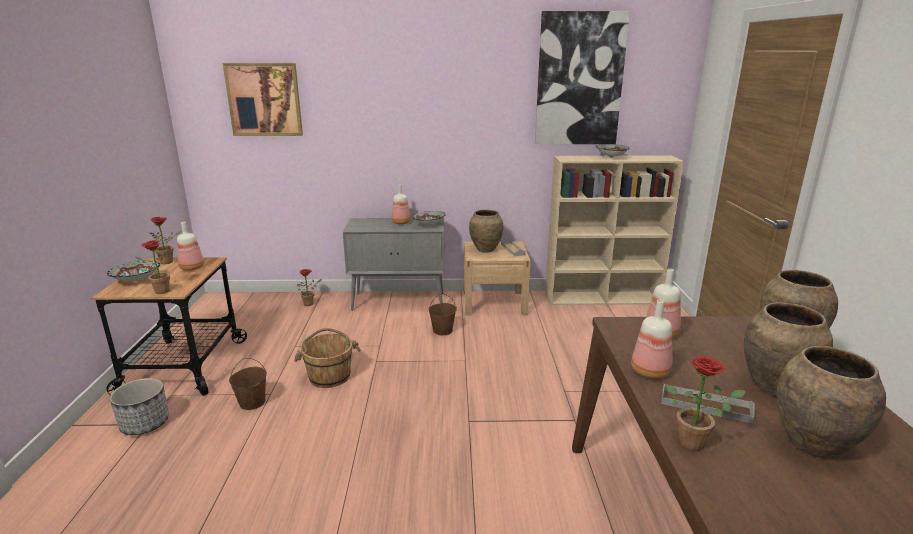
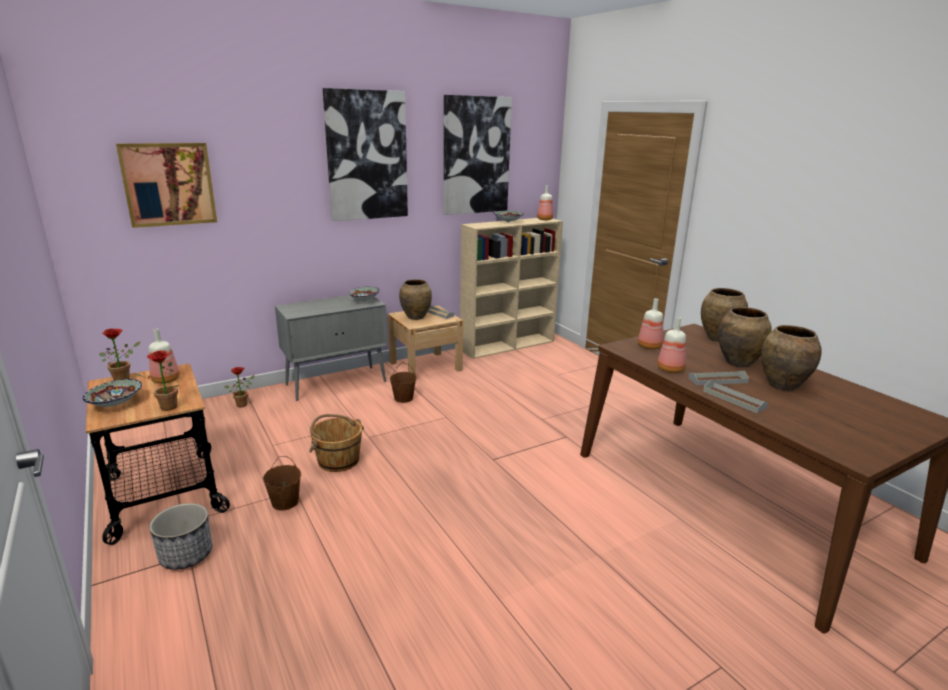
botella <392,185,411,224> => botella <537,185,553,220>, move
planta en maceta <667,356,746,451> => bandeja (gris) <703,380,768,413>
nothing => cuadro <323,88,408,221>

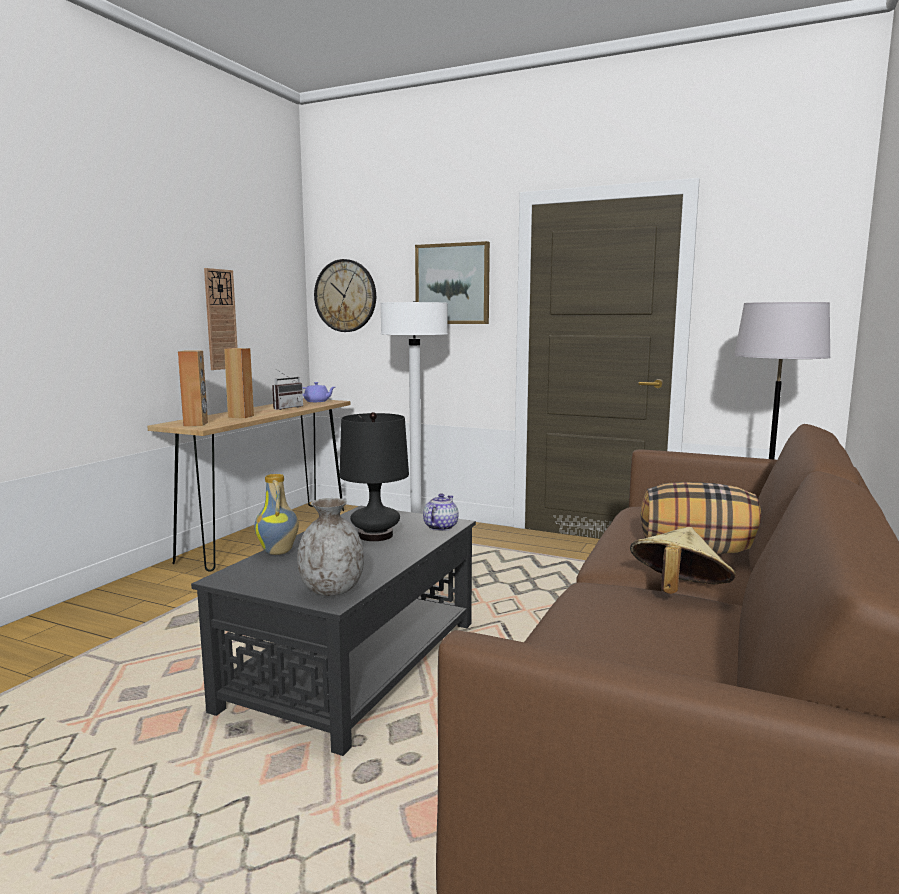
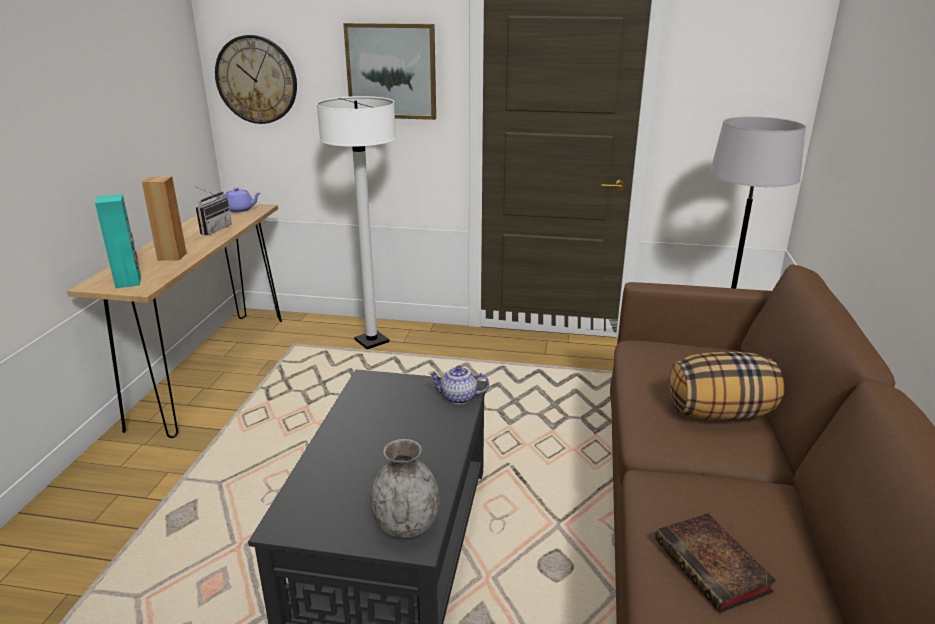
altavoz (marrón) <178,350,208,426> => altavoz (turquesa) <95,194,141,288>
reloj de pared <204,268,238,370> => nothing
florero <254,474,299,555> => nothing
lámpara de mesa (negro) <339,412,409,541> => nothing
tetera <423,493,459,531> => tetera <428,366,489,404>, 90 degrees counterclockwise
sombrero (beis) <630,527,736,594> => nothing
nothing => libro <655,513,777,613>

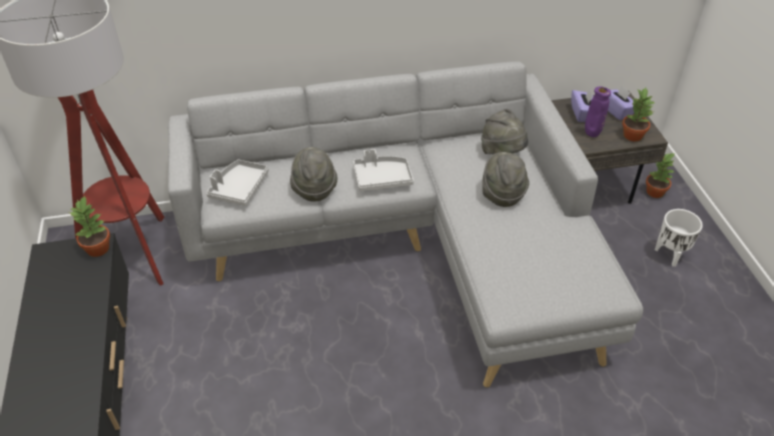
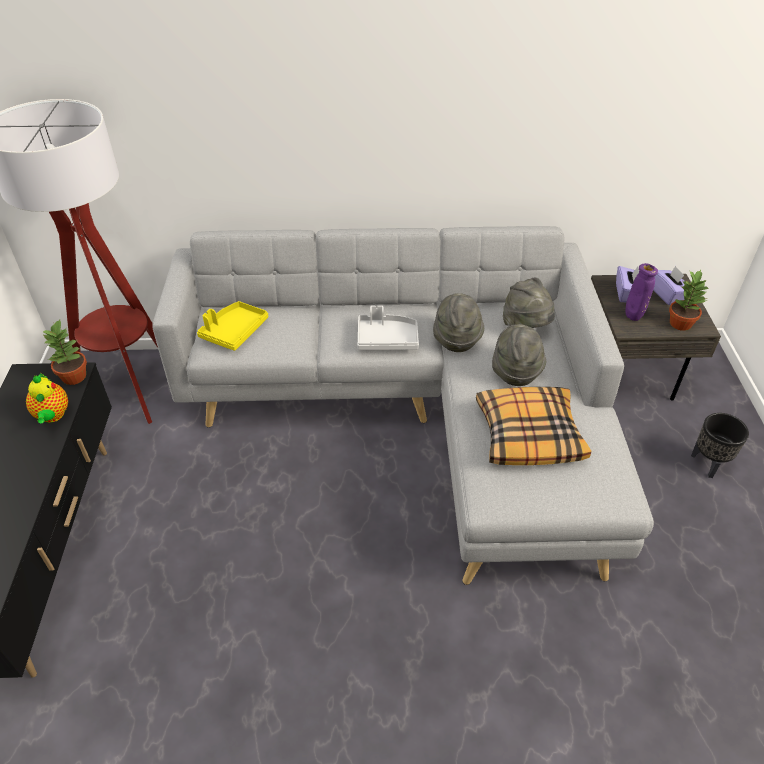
bandeja (gris) <206,160,269,206> => bandeja (amarillo) <197,301,268,351>
sombrero (gris) <290,147,337,202> => sombrero (gris) <433,293,484,352>, move
planta en maceta <646,153,675,198> => nothing
maceta (blanco) <655,209,703,266> => maceta (negro) <691,413,749,478>
nothing => tetera <26,373,68,423>
nothing => cojín <476,387,591,465>

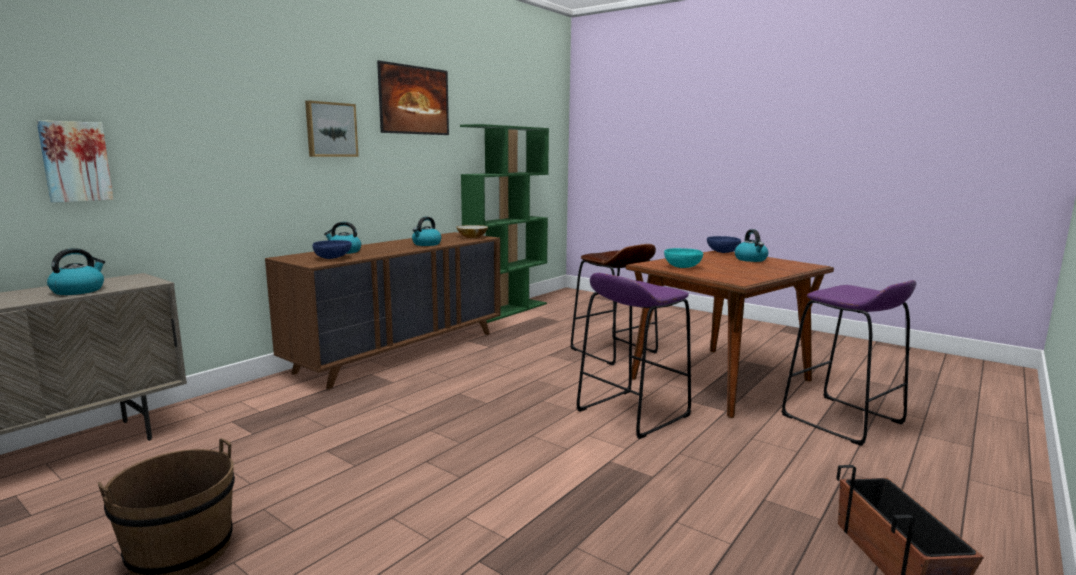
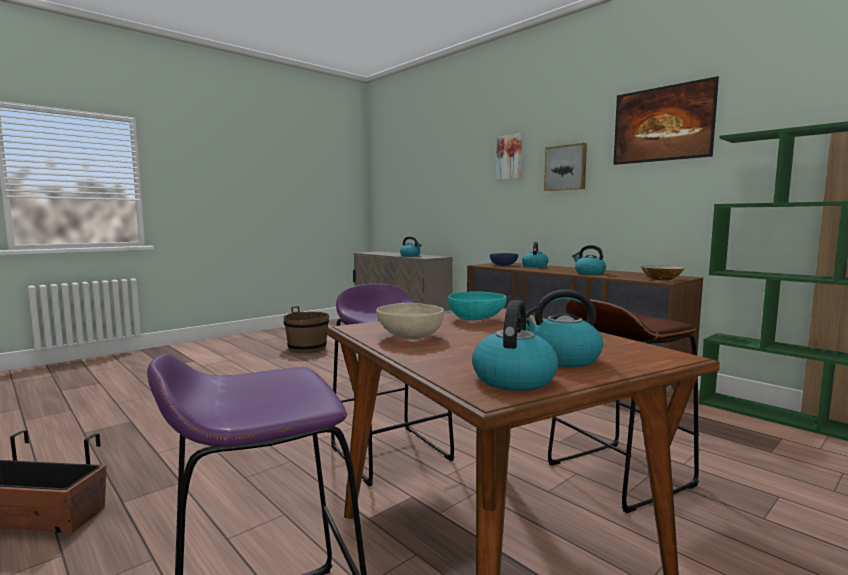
cuadro <37,120,113,203> => cuadro <496,134,522,181>, move
cuenco (azul) <707,236,741,253> => nothing
nothing => cuenco (beis) <376,303,444,339>
nothing => hervidor <472,300,558,391>

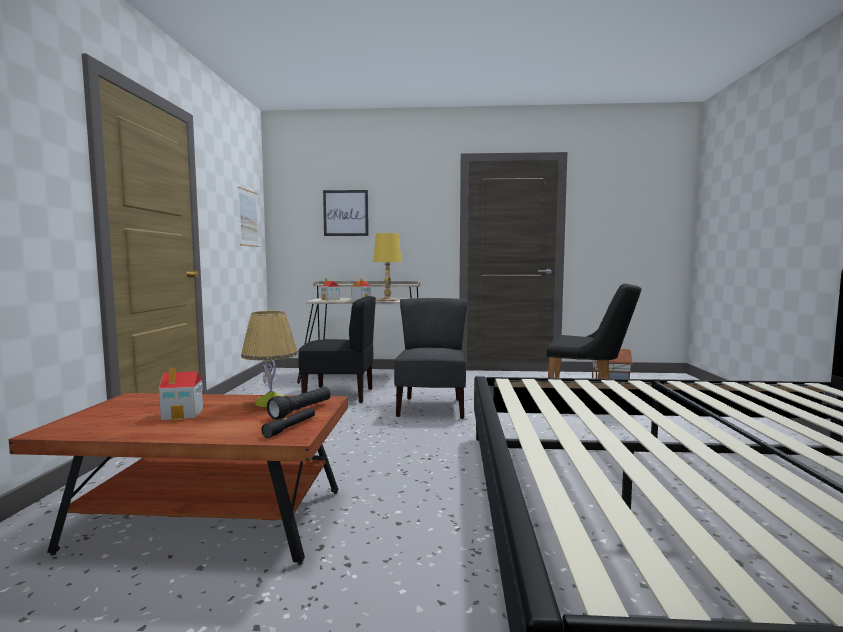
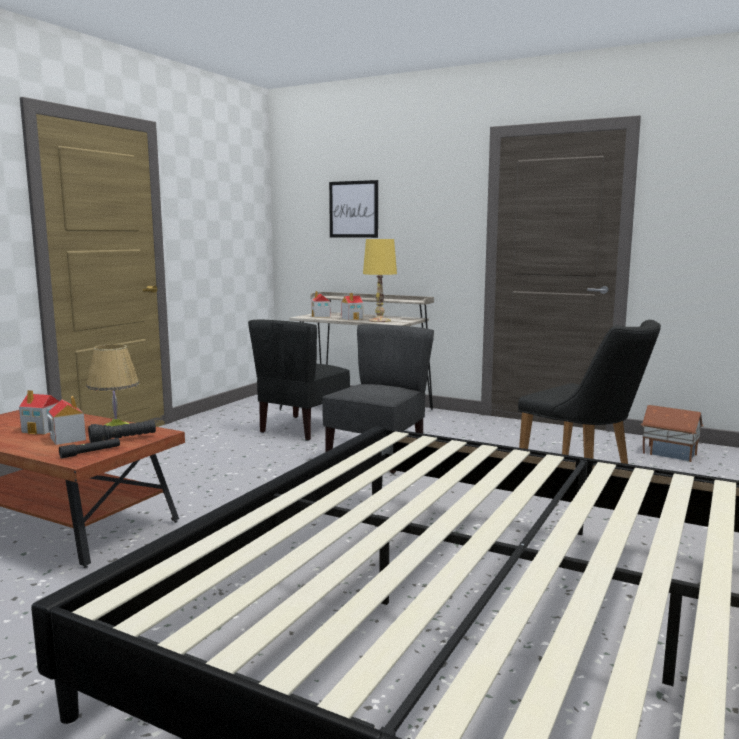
cuadro <238,187,259,247> => nothing
silla (negro) <298,296,376,403> => silla (negro) <248,320,350,441>, 90 degrees clockwise
nothing => casita <47,396,86,445>

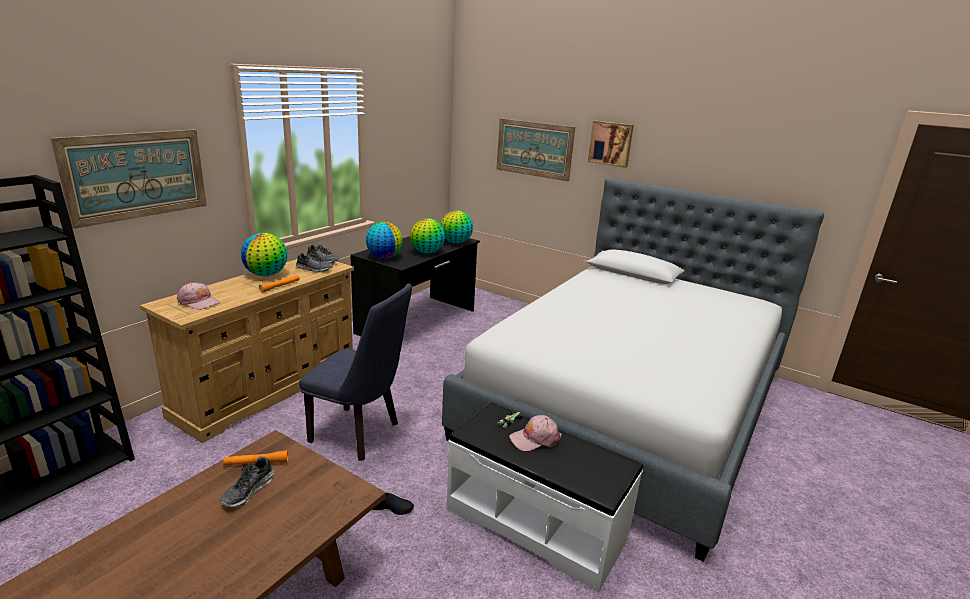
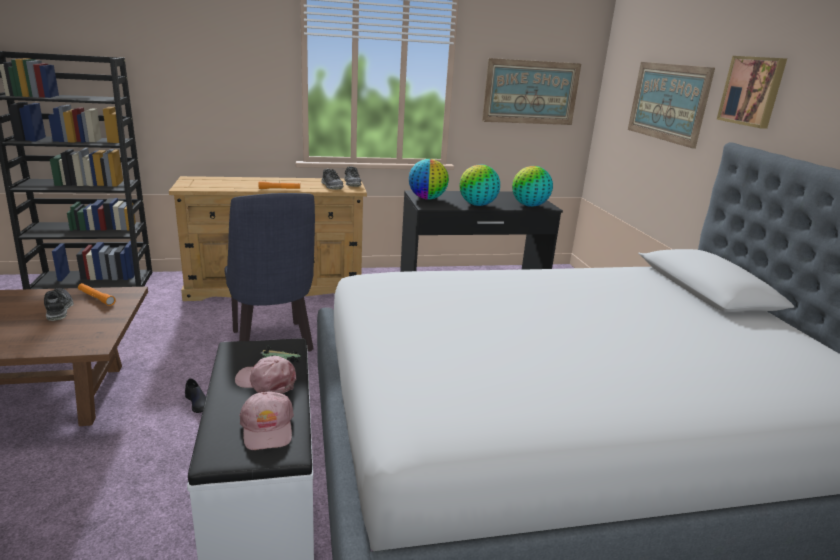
cuadro <51,129,207,229> => cuadro <482,58,581,125>, move
gorra (rosa) <177,282,220,310> => gorra (rosa) <239,391,294,450>, move
zapato <220,456,274,508> => zapato <44,288,74,321>, 90 degrees clockwise
globo terráqueo <241,233,288,276> => nothing

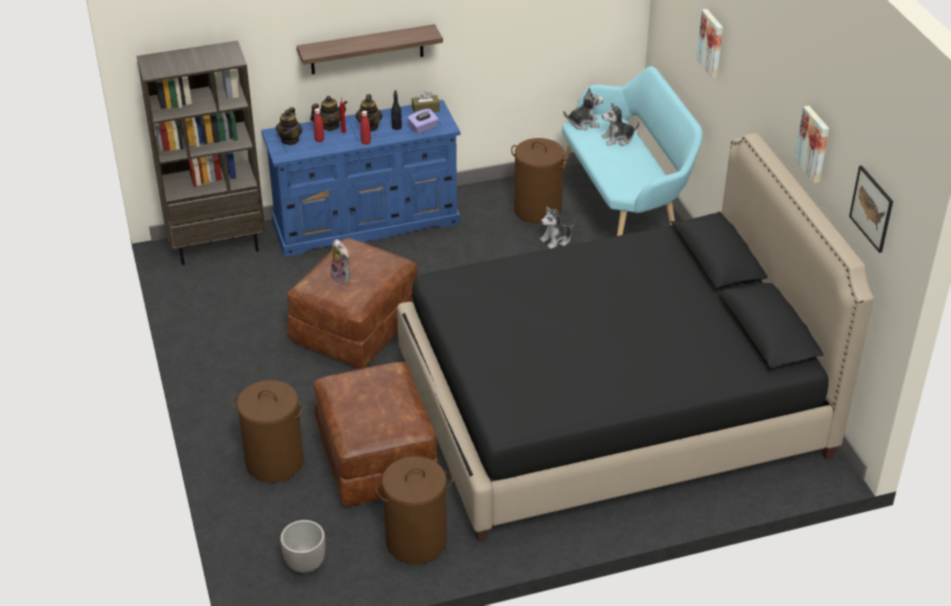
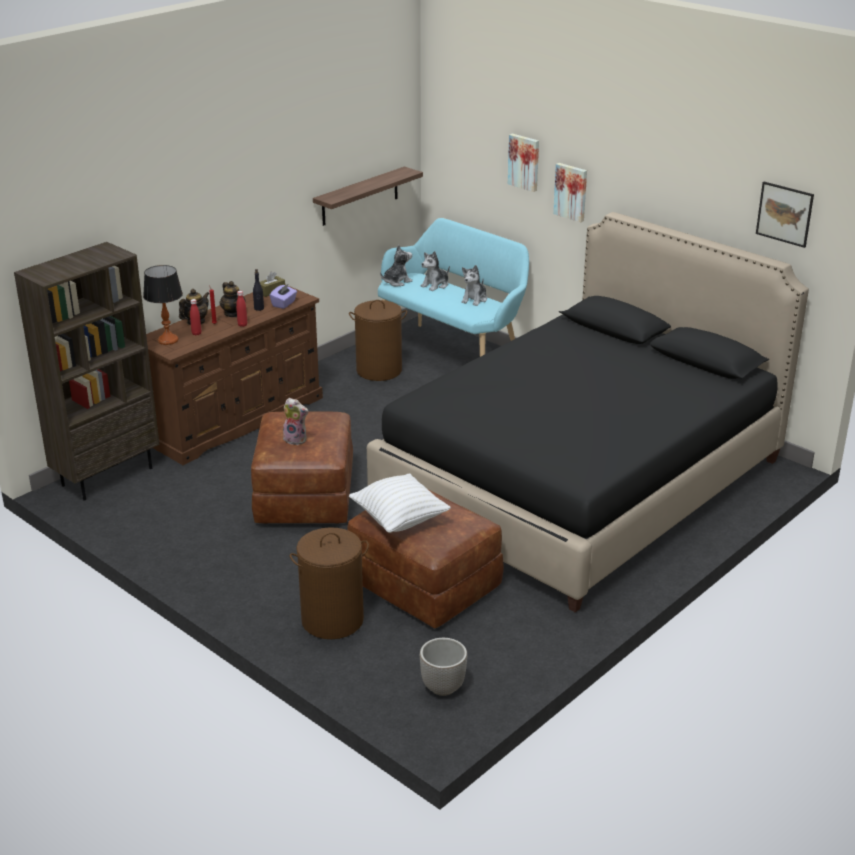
cómoda (azul) <261,100,460,257> => cómoda (marrón) <146,286,323,465>
tetera <276,107,302,145> => lámpara de mesa <143,265,183,345>
estante <297,24,443,74> => estante <313,167,423,226>, move
cesto de la ropa (marrón) <375,456,453,564> => nothing
peluche <540,206,574,249> => peluche <461,265,487,306>, move
cuadro <795,106,829,183> => cuadro <553,163,587,222>, move
nothing => cojín (blanco) <349,473,451,533>

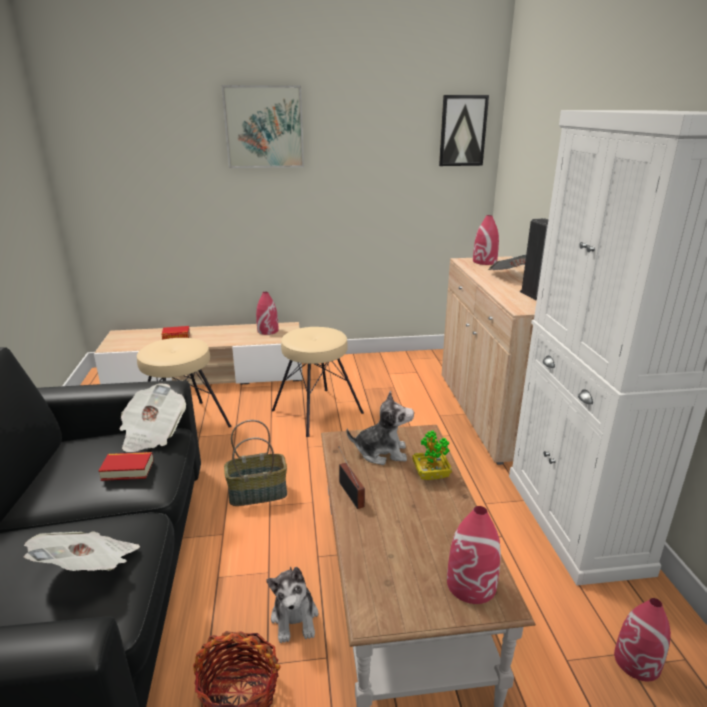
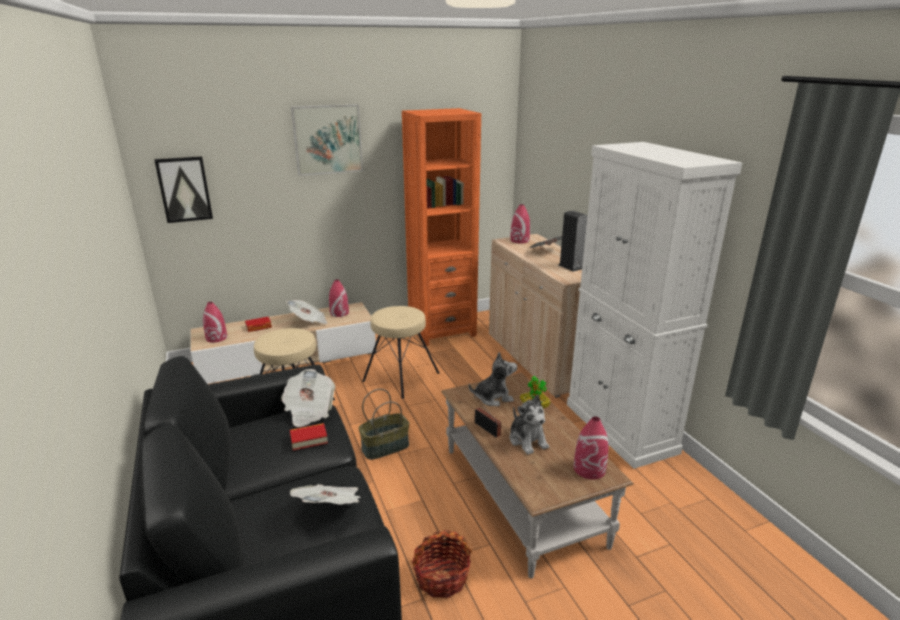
peluche <266,566,318,643> => peluche <510,395,549,455>, move
cuadro <439,95,489,166> => cuadro <154,156,213,223>, move
florero (rojo) <614,598,671,681> => florero (rojo) <203,302,227,343>, move
nothing => periódico <286,300,328,324>
nothing => estantería (naranja) <402,108,481,346>

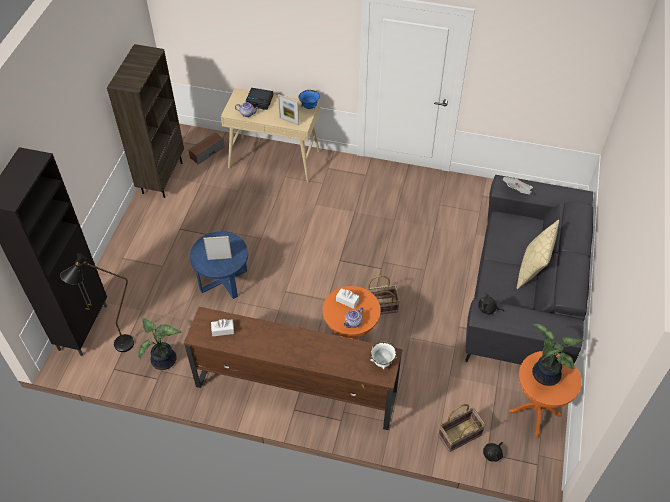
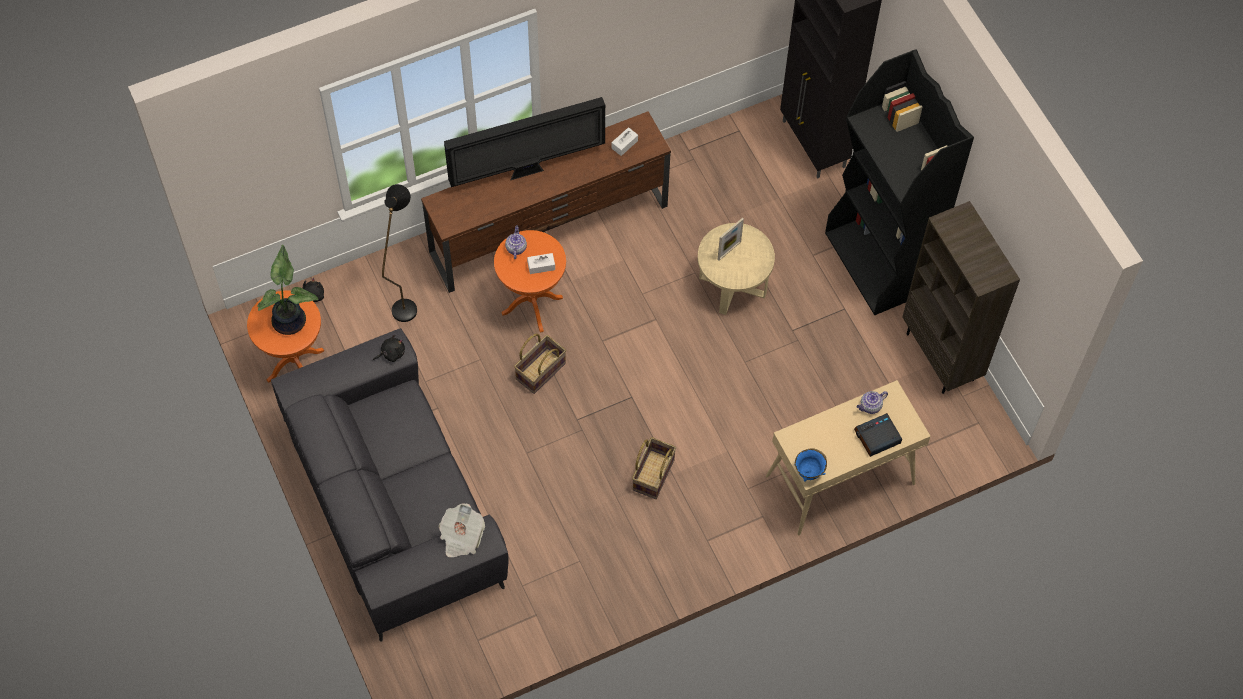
lámpara de pie (negro) <60,253,134,352> => lámpara de pie (negro) <382,184,417,322>, move
planta en maceta <138,318,182,370> => nothing
altavoz <188,132,225,164> => nothing
mesa auxiliar (azul) <190,231,248,299> => mesa auxiliar (beis) <698,223,775,315>
portarretratos <278,94,299,126> => nothing
cuenco (blanco) <370,341,397,369> => nothing
cesta <438,404,486,452> => cesta <632,437,676,499>, move
cojín (beis) <517,220,559,289> => nothing
nothing => televisor <444,97,605,187>
nothing => estantería (negro) <825,49,974,315>

